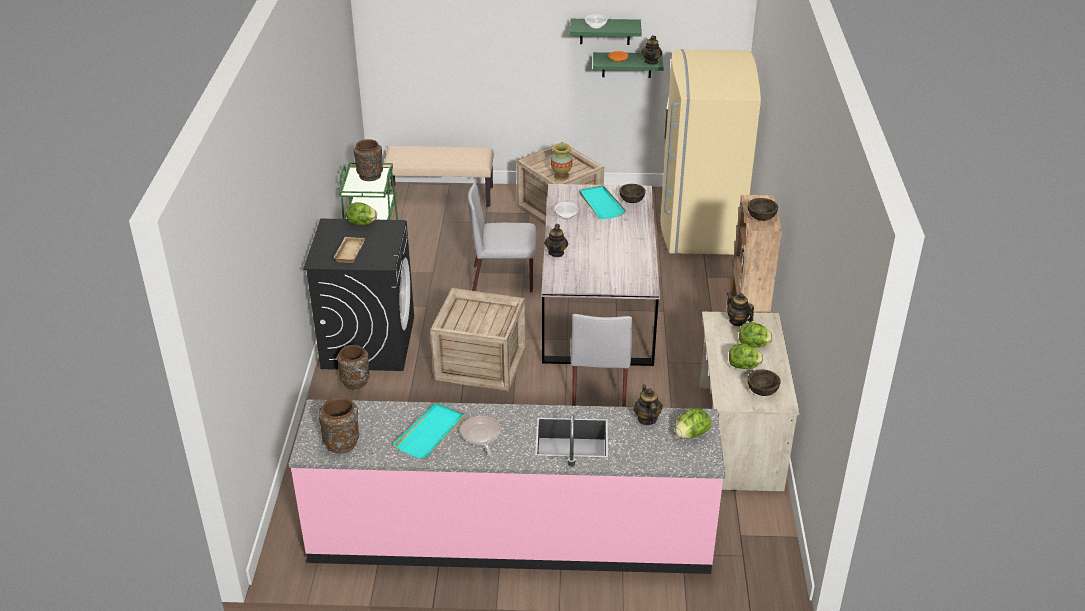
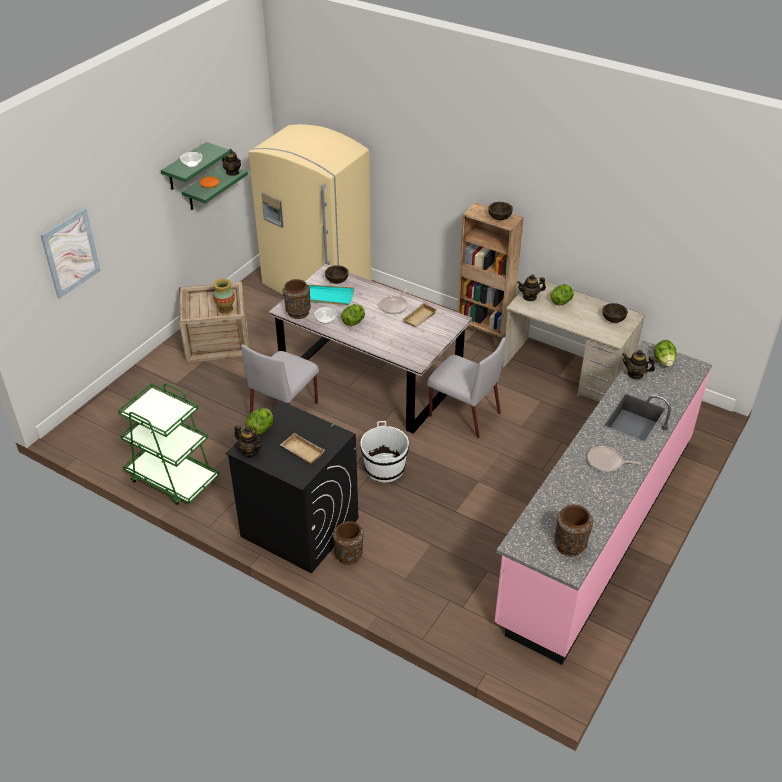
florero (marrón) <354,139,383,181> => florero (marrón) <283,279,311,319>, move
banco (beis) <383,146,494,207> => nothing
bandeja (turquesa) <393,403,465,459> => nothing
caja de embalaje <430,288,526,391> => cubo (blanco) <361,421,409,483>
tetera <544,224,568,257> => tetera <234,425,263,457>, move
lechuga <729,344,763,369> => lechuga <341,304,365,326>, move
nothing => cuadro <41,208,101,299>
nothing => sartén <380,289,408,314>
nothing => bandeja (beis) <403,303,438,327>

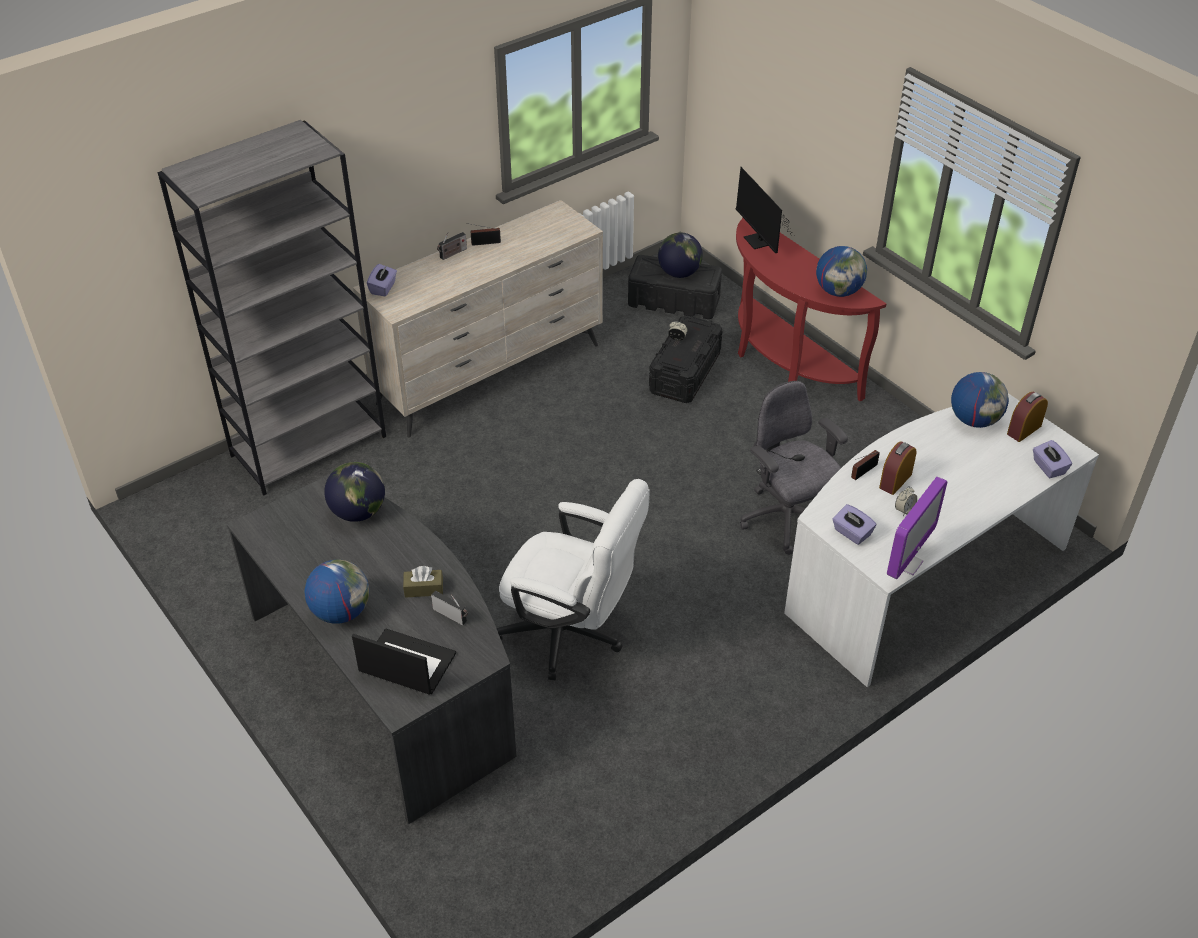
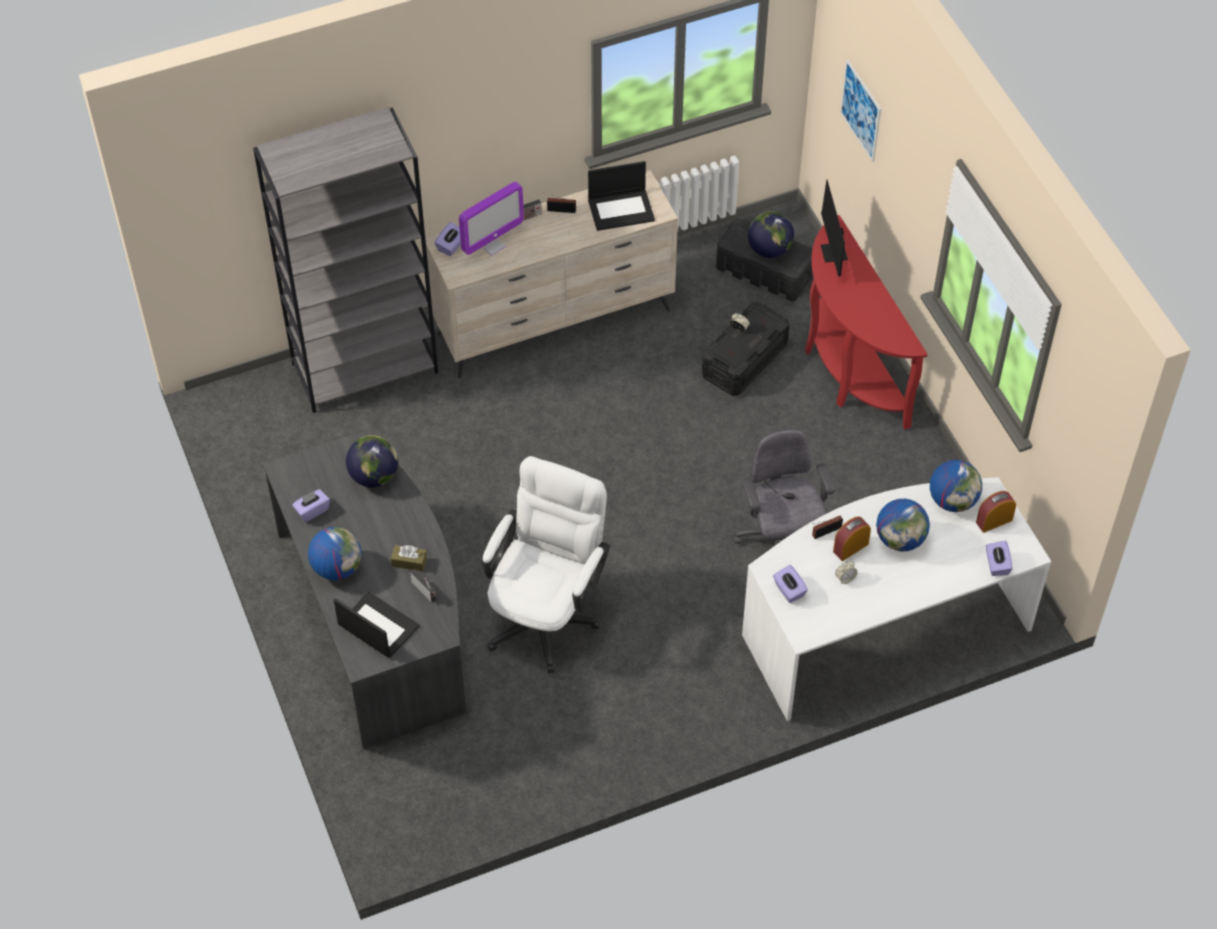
silla de oficina (blanco) <497,479,650,680> => silla de oficina (blanco) <482,456,610,673>, 105 degrees counterclockwise
globo terráqueo <816,246,867,297> => globo terráqueo <876,499,930,551>, move
monitor <887,477,947,579> => monitor <459,182,524,256>, move
nothing => caja de pañuelos (morado) <292,489,330,522>
nothing => portátil <588,161,655,231>
nothing => cuadro <840,59,881,162>

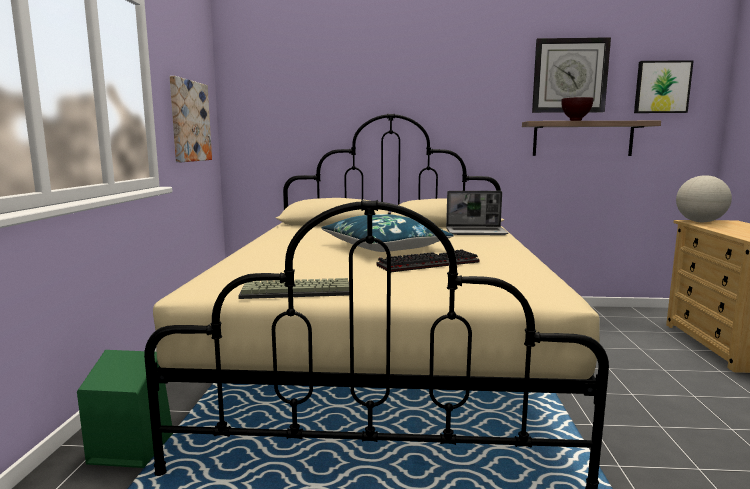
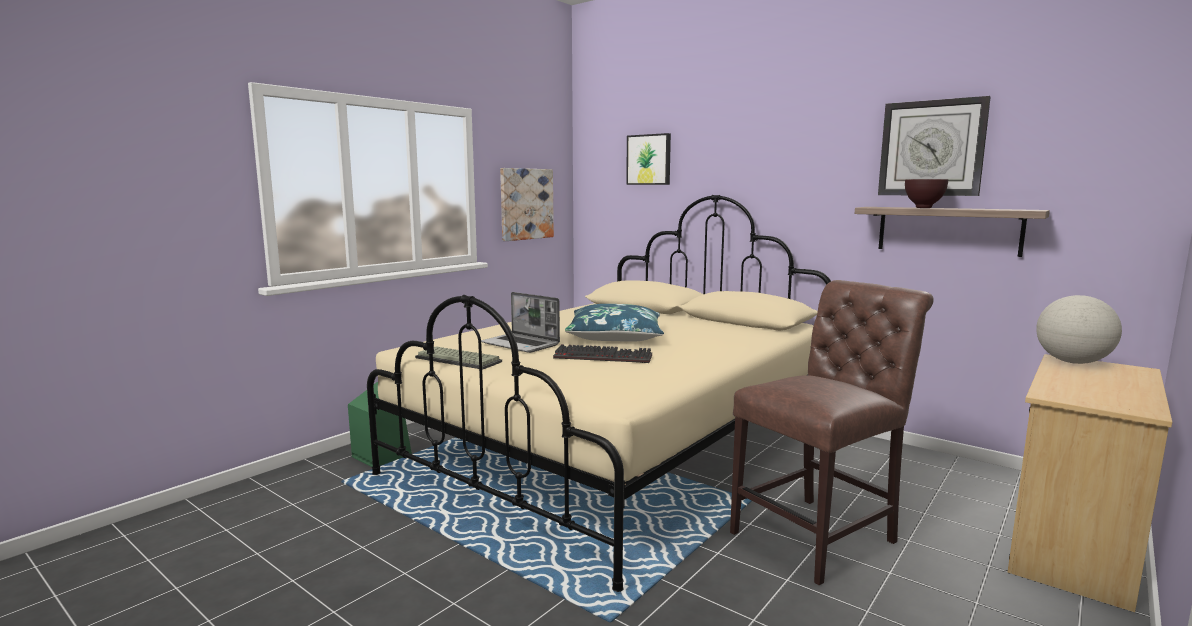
portátil <446,191,508,235> => portátil <481,292,560,353>, move
cuadro <634,60,694,113> => cuadro <626,133,671,185>, move
nothing => silla (marrón) <730,280,934,585>

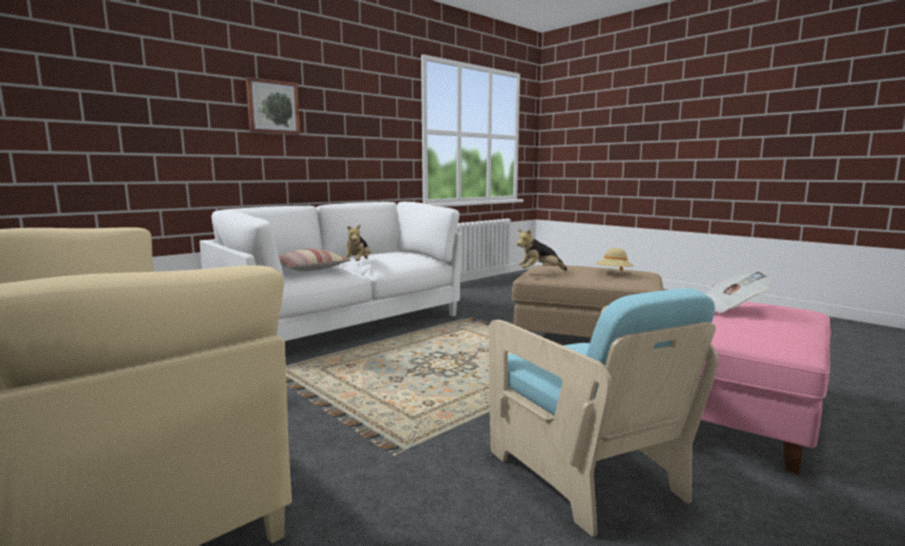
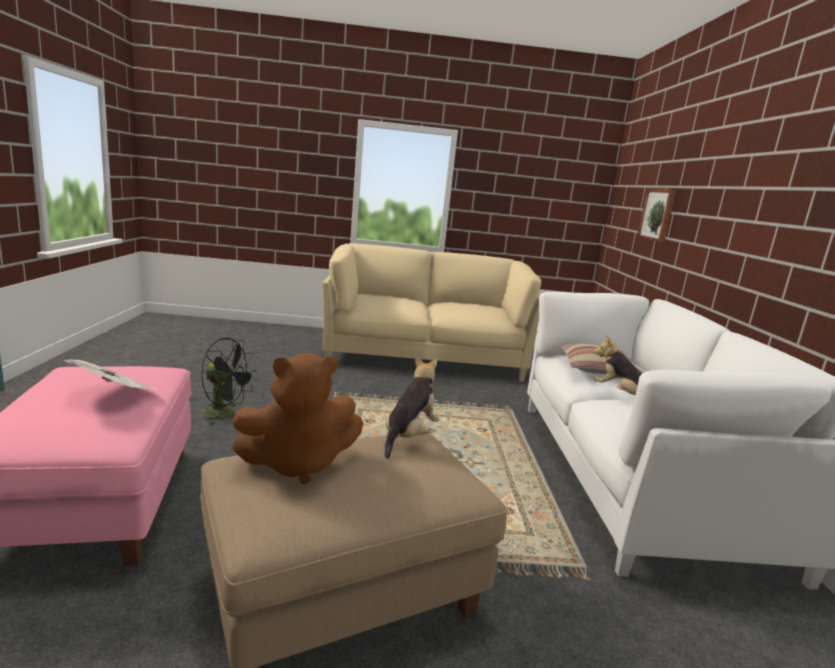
cuadro <246,77,300,135> => cuadro <637,189,676,243>, move
sillón (turquesa) <489,288,718,537> => ventilador (negro) <201,338,257,426>
sombrero (beis) <596,248,634,271> => peluche (marrón) <232,353,364,485>

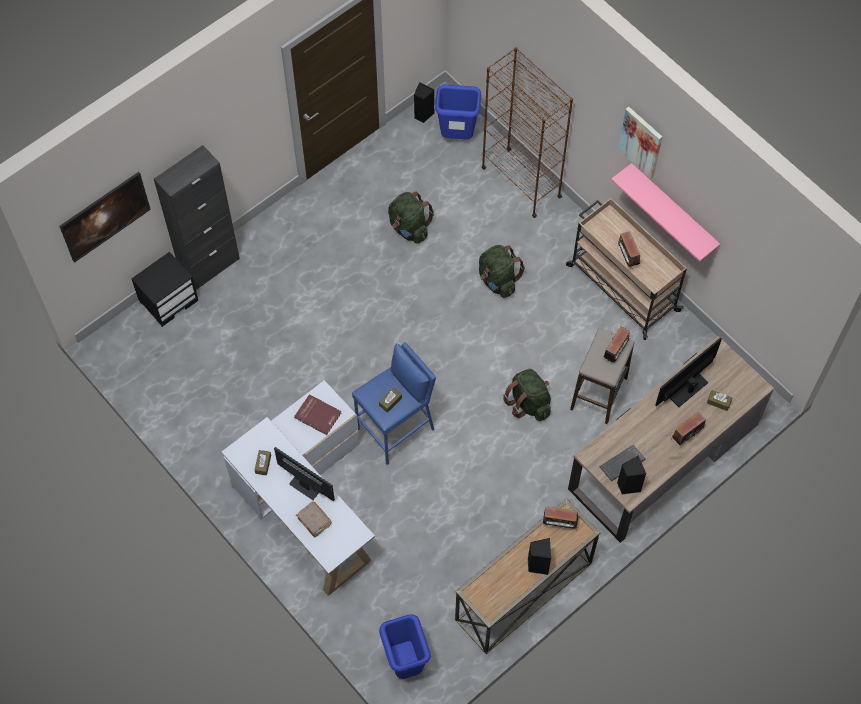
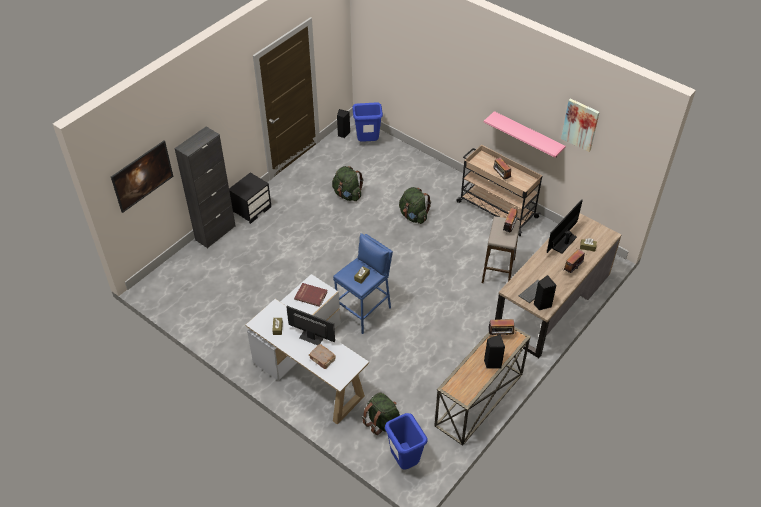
mesita de noche (negro) <131,252,198,327> => mesita de noche (negro) <229,172,271,224>, move
estantería (marrón) <482,47,573,218> => nothing
mochila (verde) <503,369,551,421> => mochila (verde) <362,392,400,435>, move
cuadro <618,107,662,179> => cuadro <561,98,600,152>, move

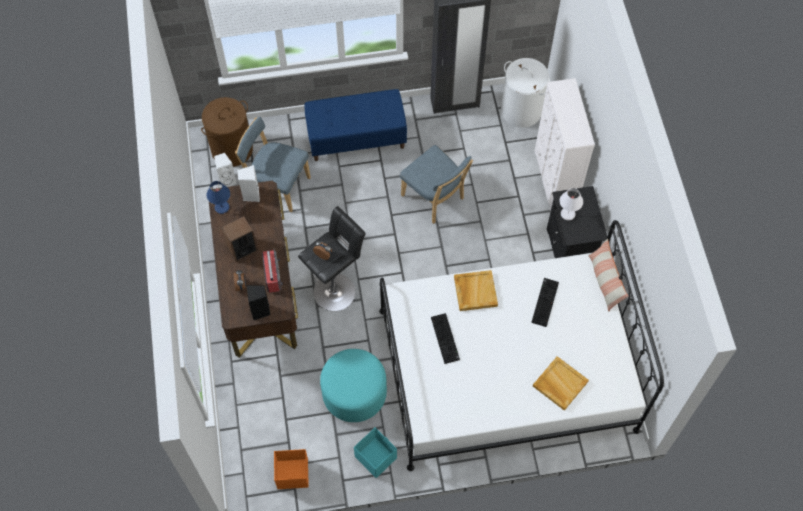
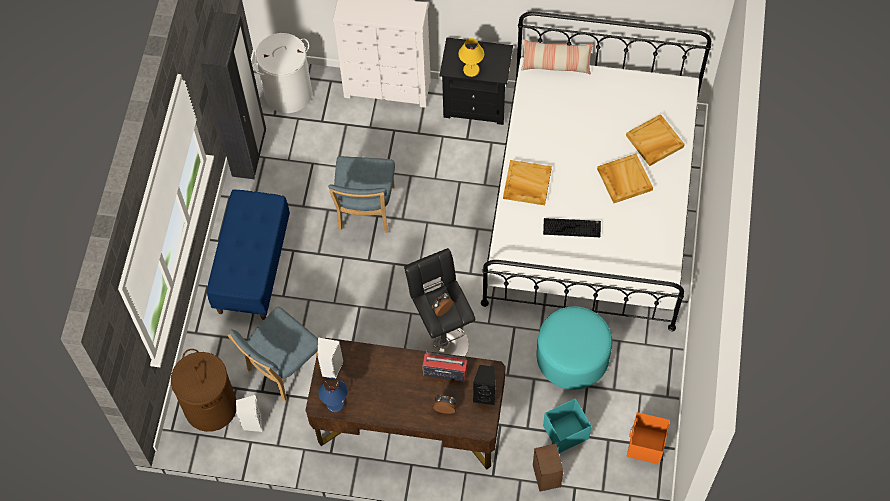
altavoz <222,216,258,262> => altavoz <533,444,564,492>, move
caja de almacenaje (turquesa) <354,427,397,478> => caja de almacenaje (turquesa) <543,398,592,453>, move
silla (azul) <400,145,473,224> => silla (azul) <328,156,395,233>, 120 degrees clockwise
teclado <531,278,559,327> => nothing
lámpara de mesa (blanco) <560,188,583,220> => lámpara de mesa (amarillo) <458,38,484,77>
nothing => bandeja (beis) <597,154,653,203>

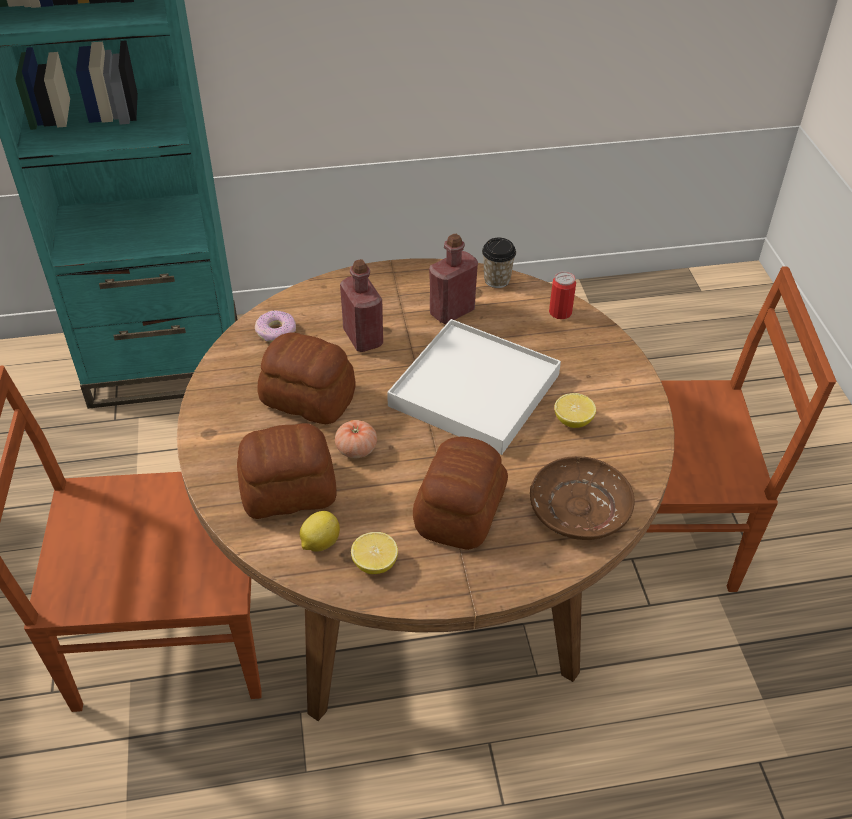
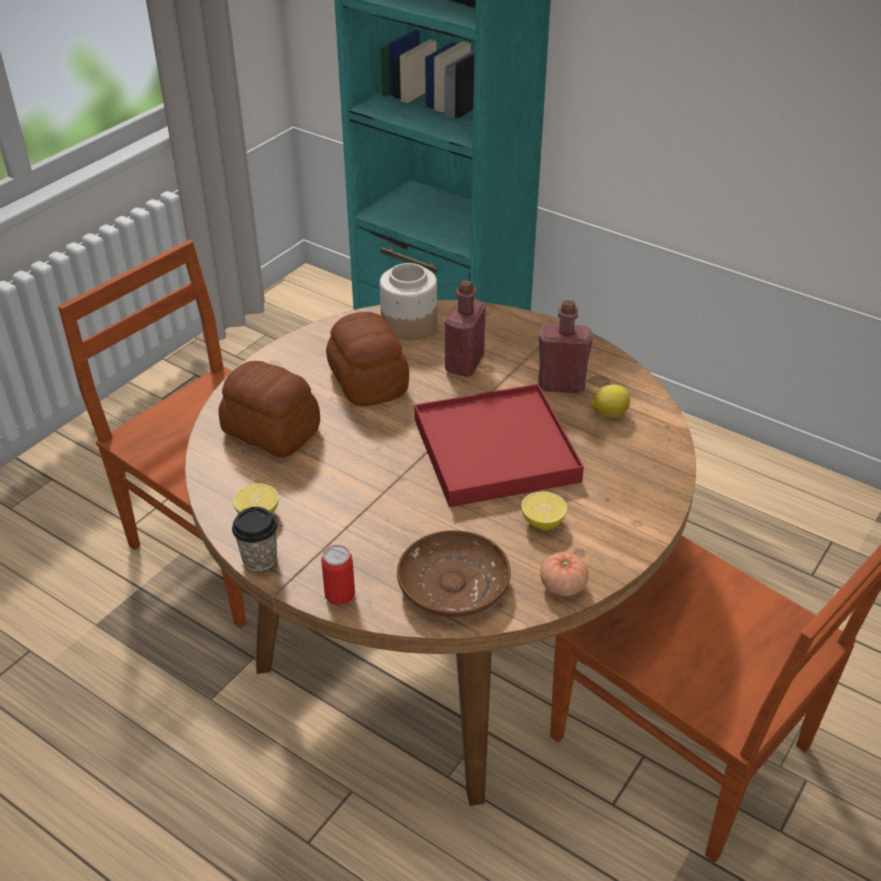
rosquilla <255,310,296,343> => tarro <380,263,437,340>
limón <300,511,340,552> => limón <590,385,630,418>, move
tomate <335,420,377,458> => tomate <540,552,589,596>, move
bandeja (blanco) <387,319,561,455> => bandeja (rojo) <414,384,584,507>
pan <413,436,508,550> => nothing
taza <482,238,516,288> => taza <232,507,278,571>, move
lata <549,272,576,319> => lata <321,545,355,605>, move

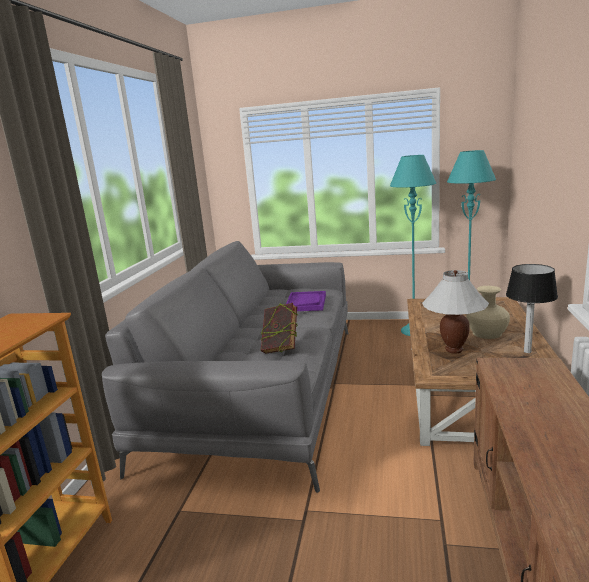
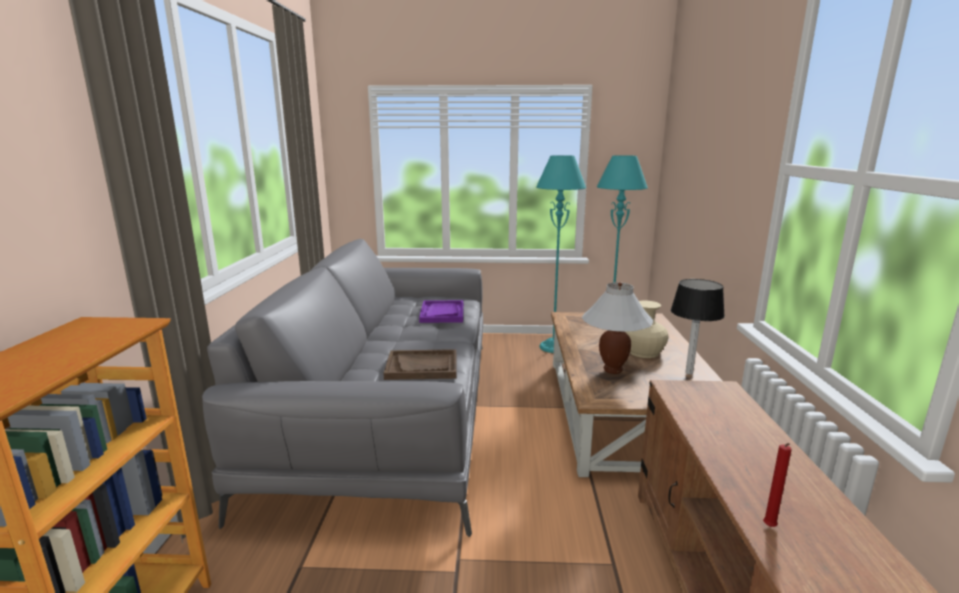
libro <260,303,298,354> => bandeja (marrón) <384,349,456,380>
nothing => vela (rojo) <763,443,792,527>

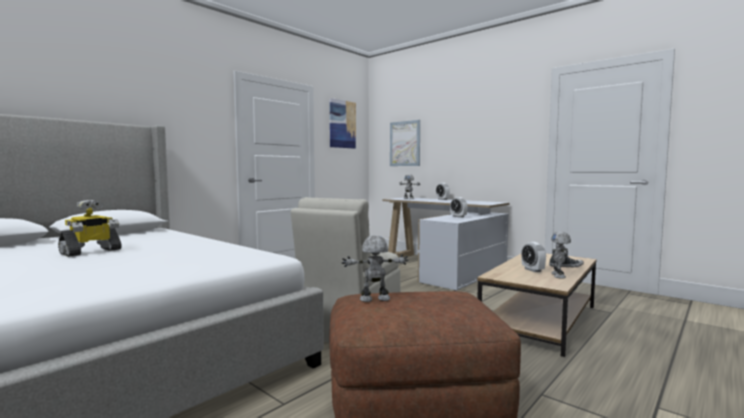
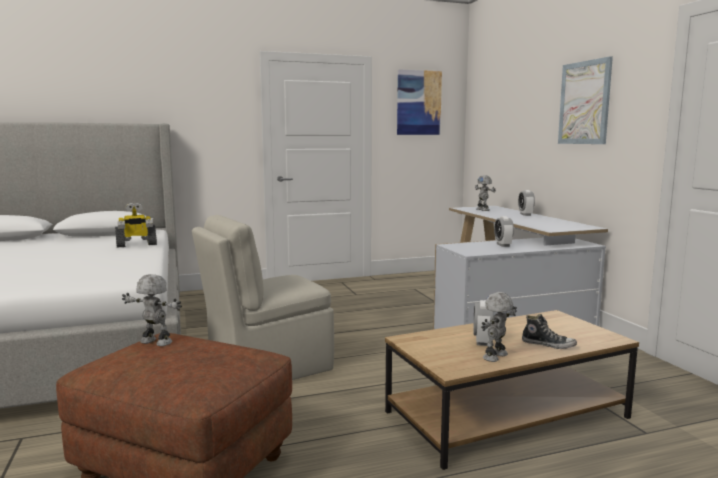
robot de juguete <58,200,122,257> => robot de juguete <115,203,157,247>, move
cuadro <390,120,420,166> => cuadro <558,56,613,144>, move

